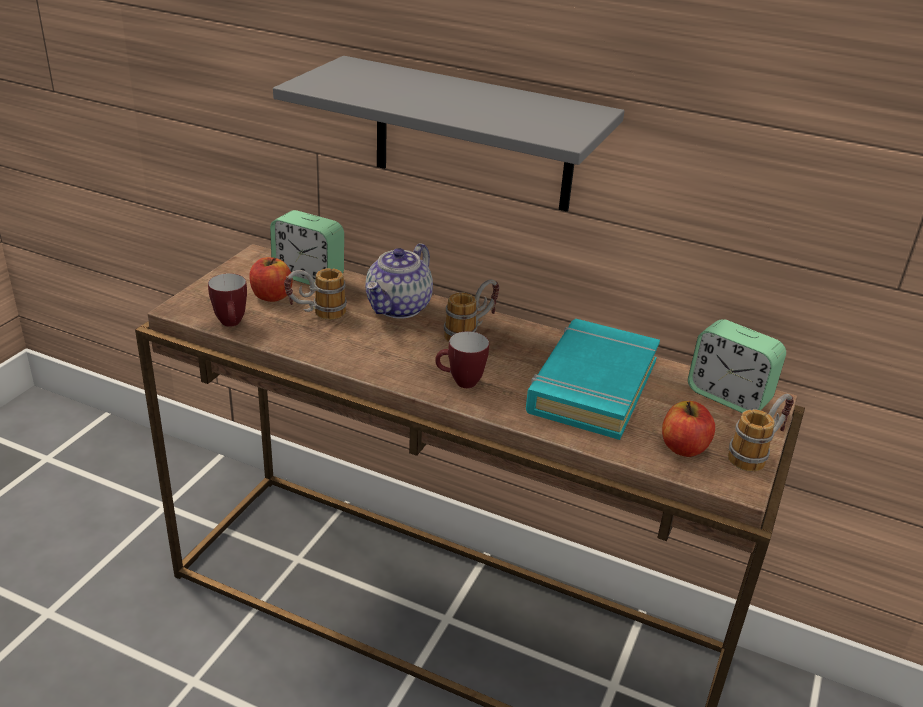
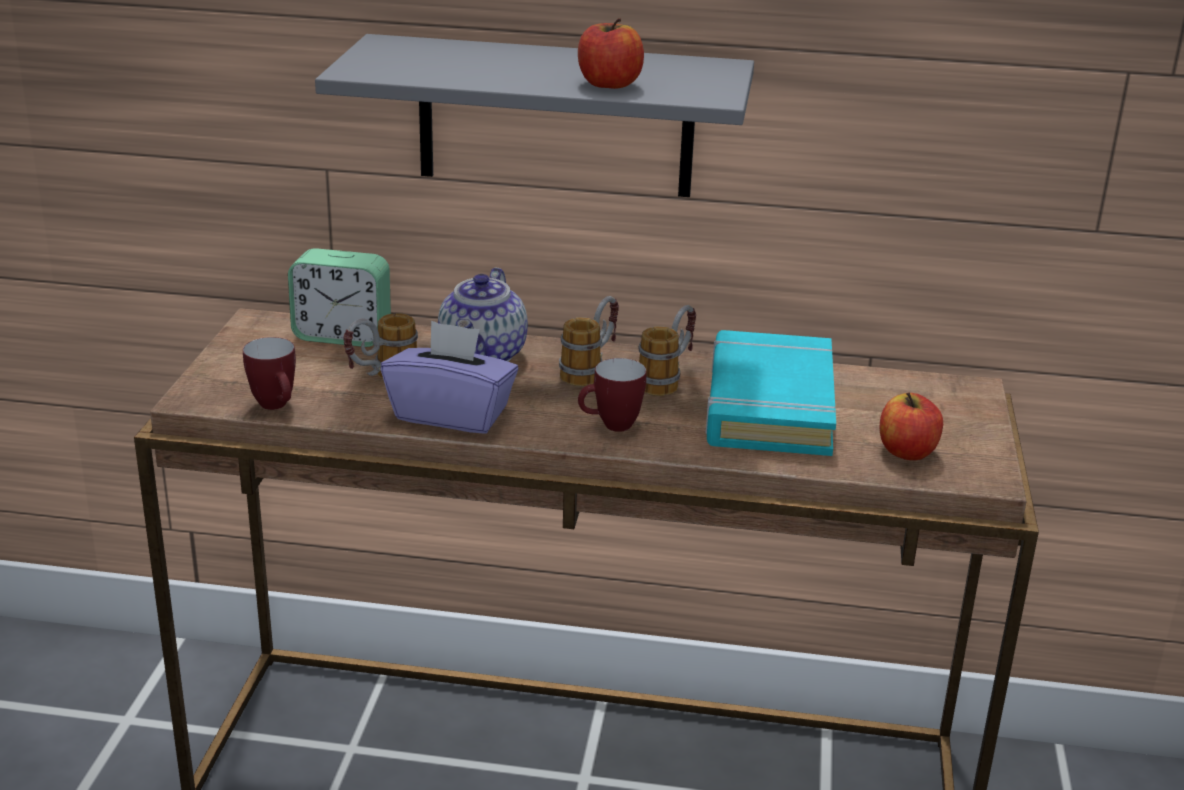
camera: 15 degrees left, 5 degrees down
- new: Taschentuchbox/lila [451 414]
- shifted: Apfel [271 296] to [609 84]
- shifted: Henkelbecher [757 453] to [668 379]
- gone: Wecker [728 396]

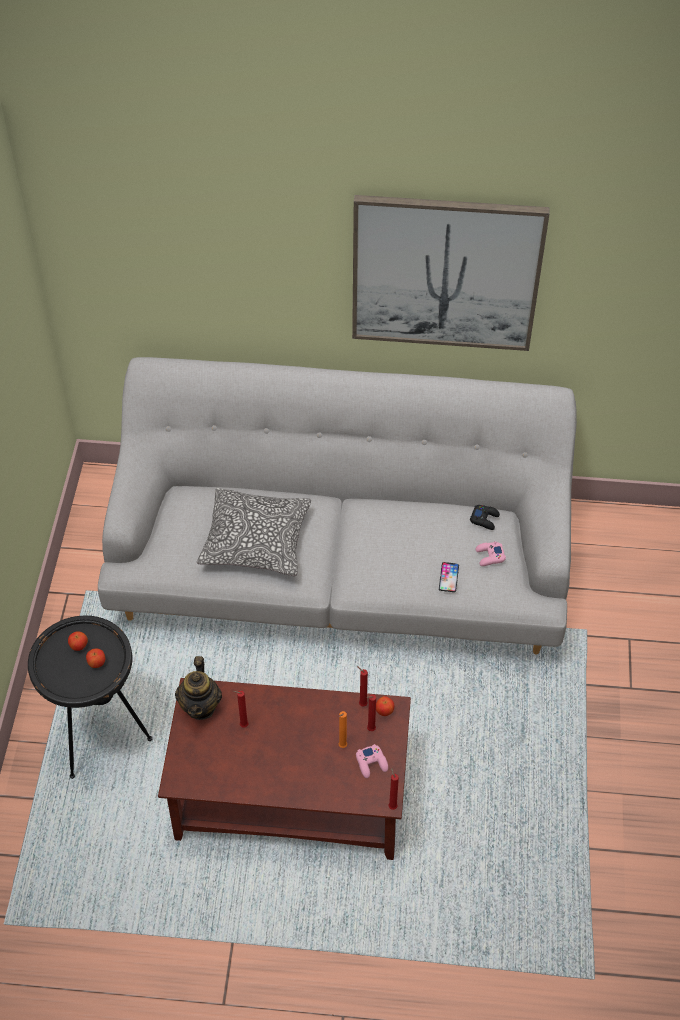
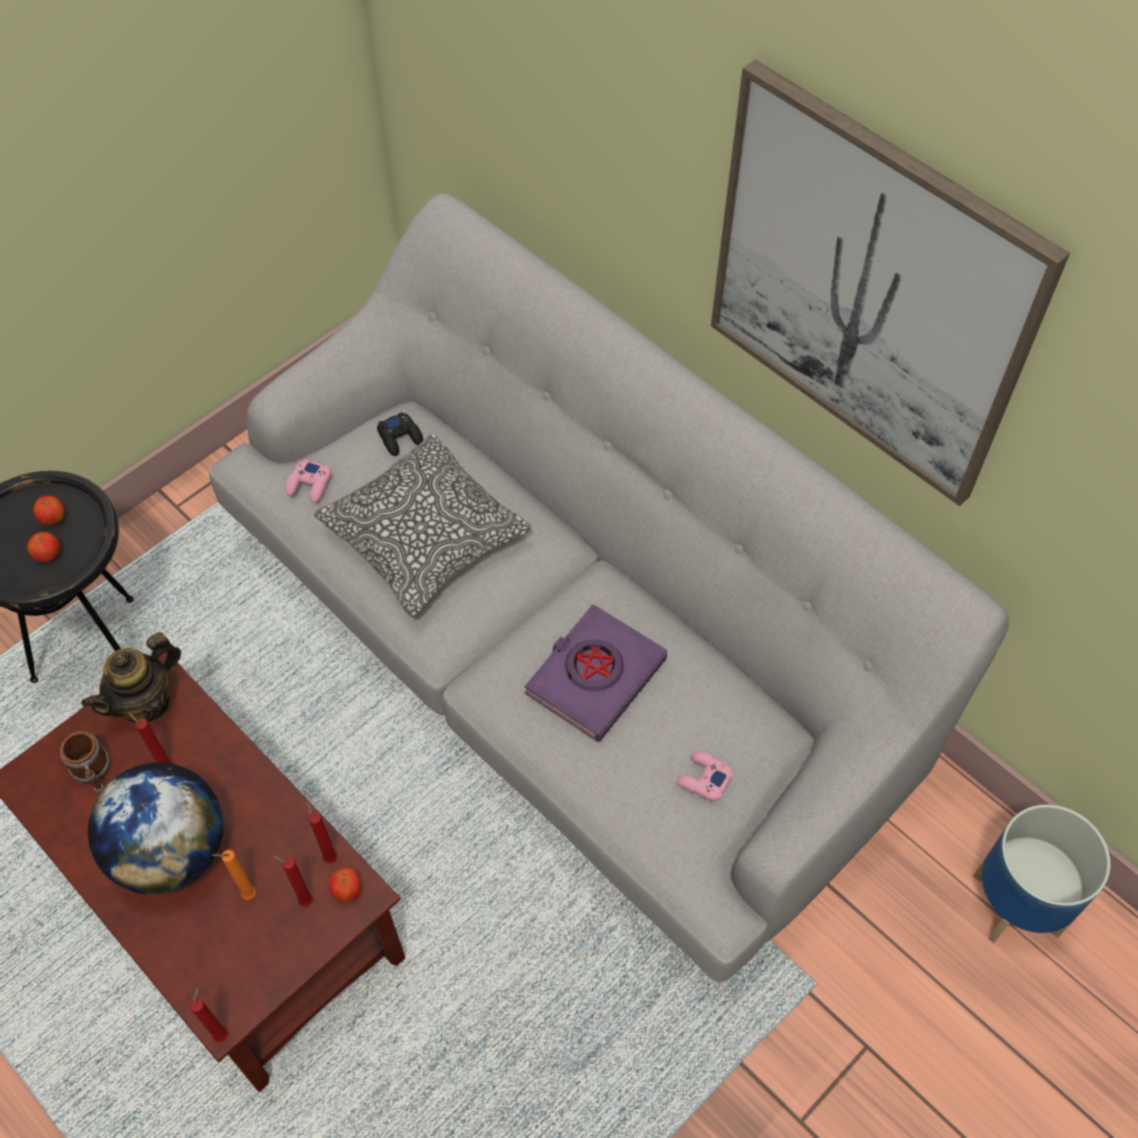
camera: 40 degrees right, 5 degrees up
- new: Henkelbecher [94 773]
- new: Globus [171 852]
- shifted: Gamepad/rosa [371 763] to [310 485]
- shifted: Gamepad/schwarz [484 519] to [400 437]
- new: Buch/lila [595 676]
- new: Pflanzkübel [1014 904]
- gone: Handy [448 577]

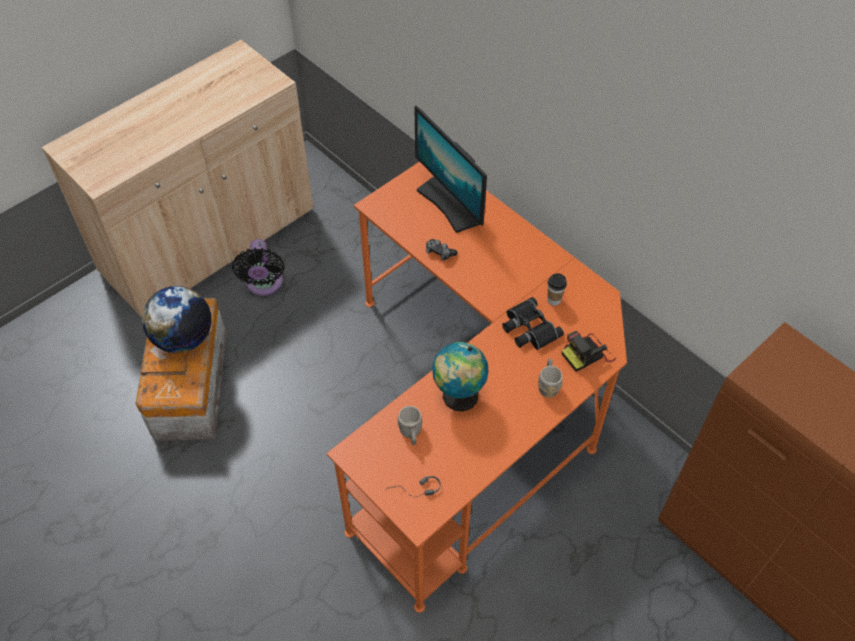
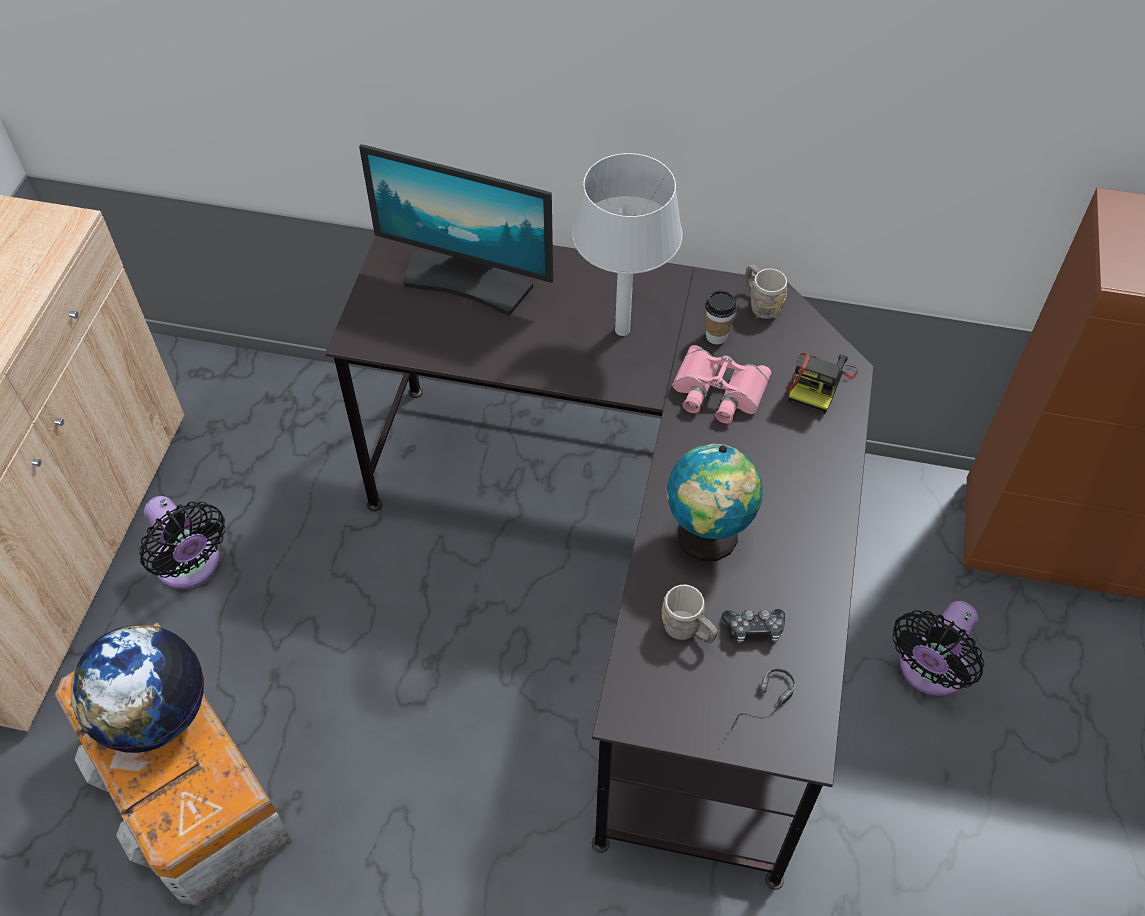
camera: 35 degrees left, 0 degrees up
- repainted: Schreibtisch/orange [473 412] to Schreibtisch/schwarz [634 570]
- new: Tischlampe/grau [623 329]
- repainted: Fernglas/schwarz [528 328] to Fernglas/rosa [717 392]
- shifted: Gamepad [439 252] to [754 629]
- shifted: Henkelbecher/grau [548 385] to [760 303]
- new: Ventilator/schwarz [929 671]

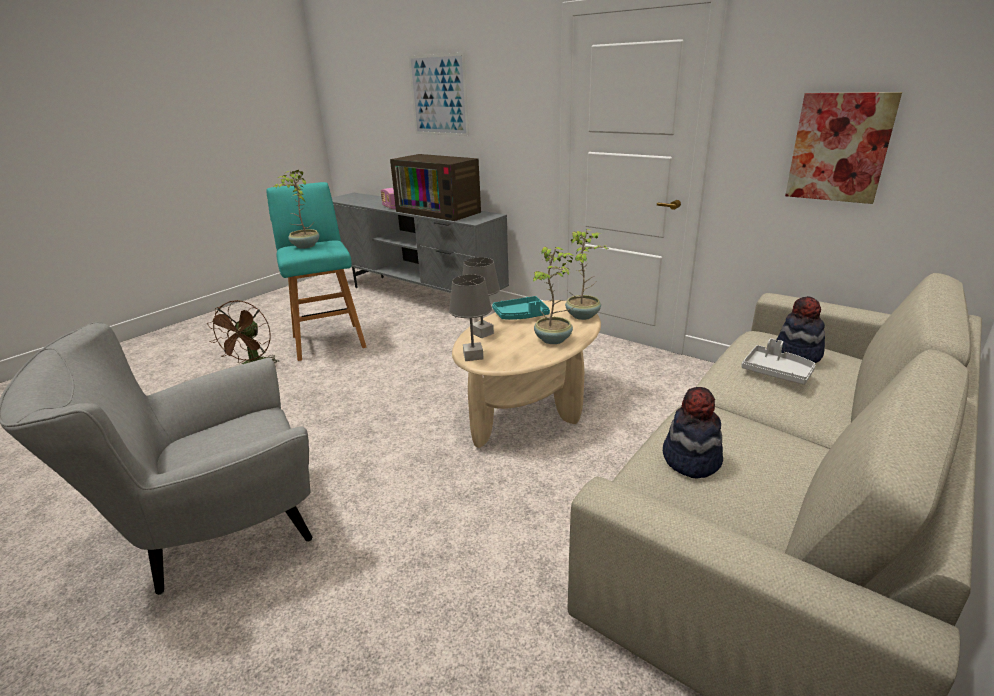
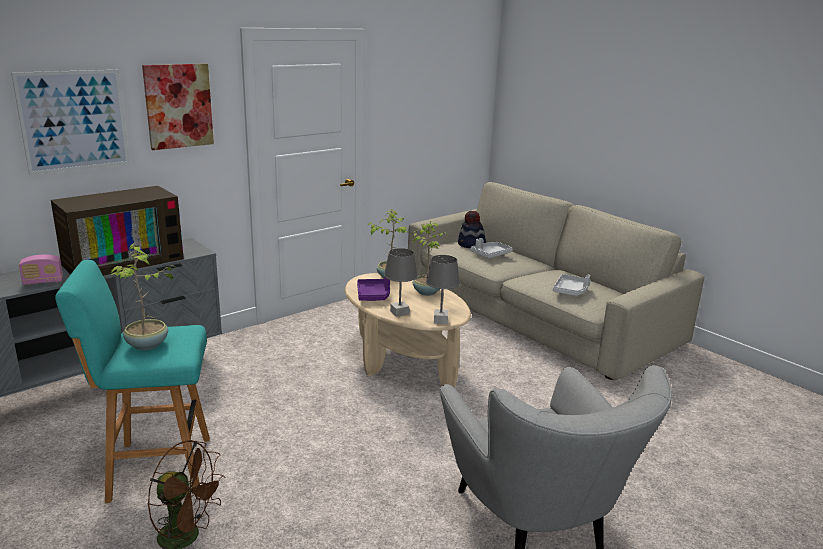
camera: 80 degrees left, 5 degrees down
- shifted: Bild [839 147] to [178 106]
- repainted: Tablett/türkis [521 315] to Tablett/lila [373 295]
- swapped: Hut [690 459] to Tablett/grau [571 291]

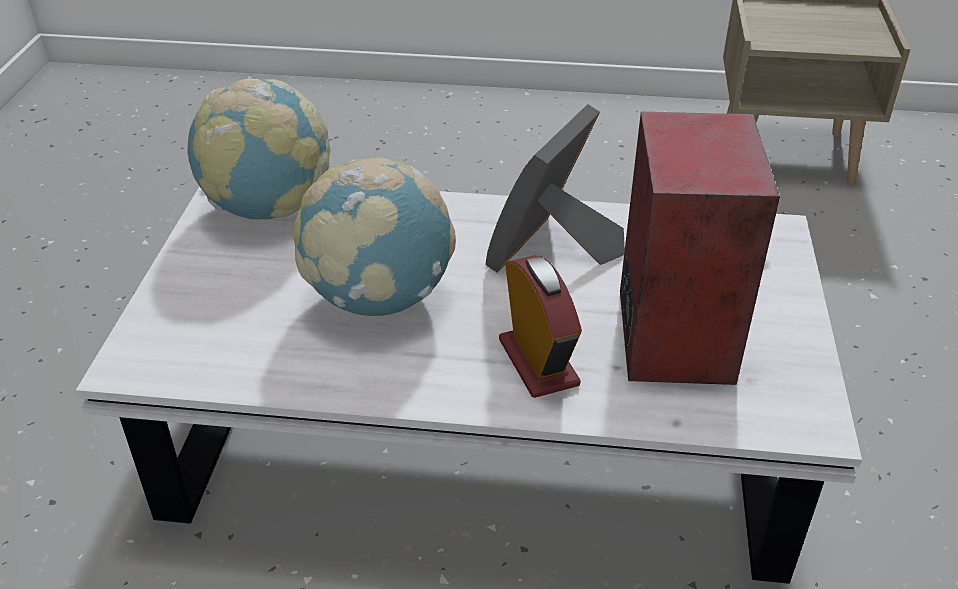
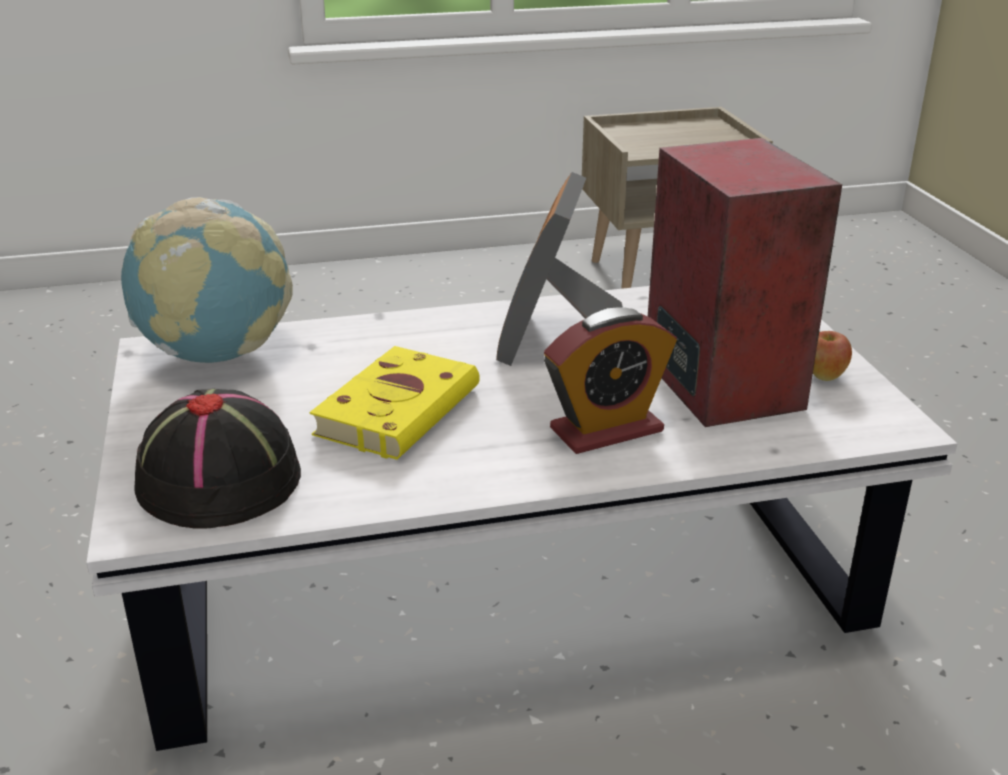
camera: 20 degrees left, 10 degrees down
- new: Hut/schwarz [220 479]
- swapped: Globus [379 298] to Buch/gelb [400 409]
- rotated: Wecker [538 362] = [606 430] 105 degrees clockwise
- new: Apfel [823 375]

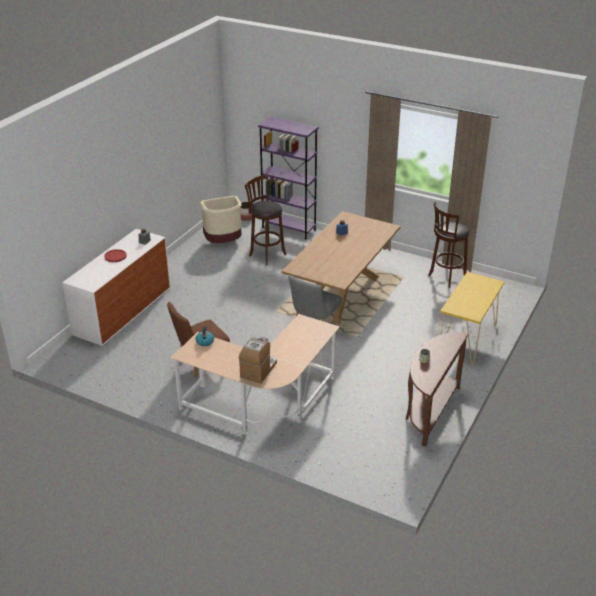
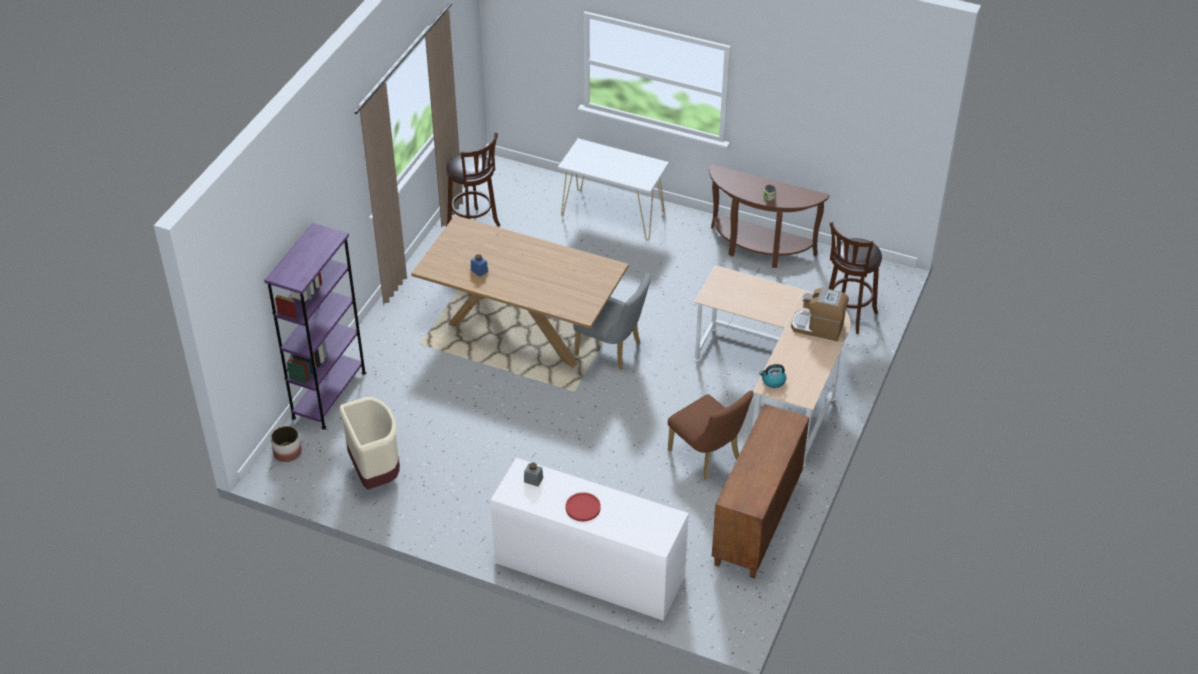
camera: 95 degrees left, 10 degrees up
- repainted: Konsolentisch/gelb [467 338] to Konsolentisch/weiß [613 215]
- new: Schrank/braun [757 523]
- shifted: Hocker/braun [266 254] to [847 316]

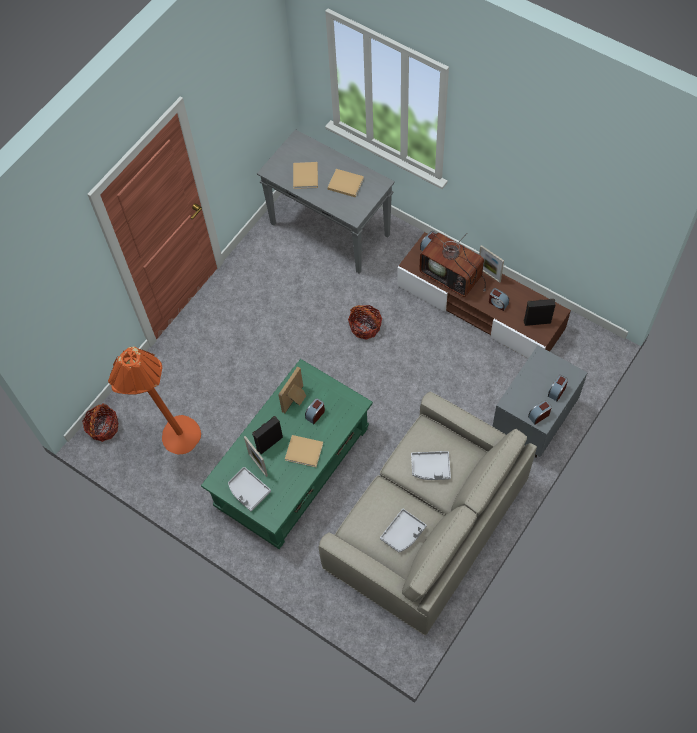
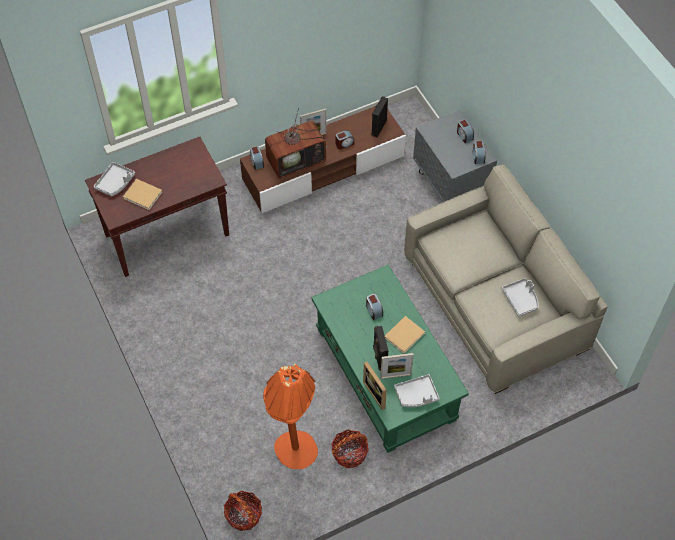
camera: 65 degrees left, 5 degrees down
- repainted: Konsolentisch/grau [331 230] to Konsolentisch/braun [168 234]
- shifted: Tablett/grau [430 468] to [115 183]
- shifted: Korb [365 327] to [349 453]
- shifted: Bilderrahmen [296 400] to [377 393]
- gone: Buch/beige [344 183]

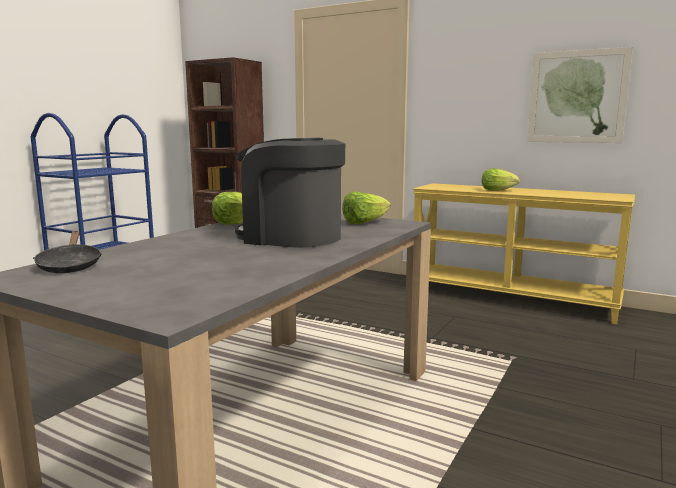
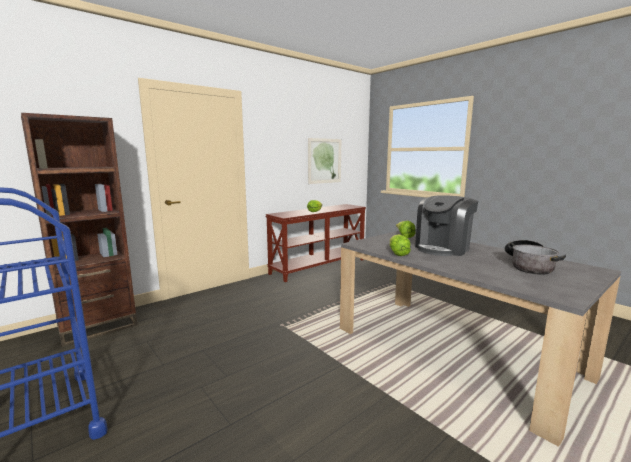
camera: 70 degrees left, 0 degrees up
- repainted: Konsolentisch/gelb [512 298] to Konsolentisch/braun [318 266]
- new: Kochtopf [529 266]
- gone: Pfanne/schwarz [70 265]

